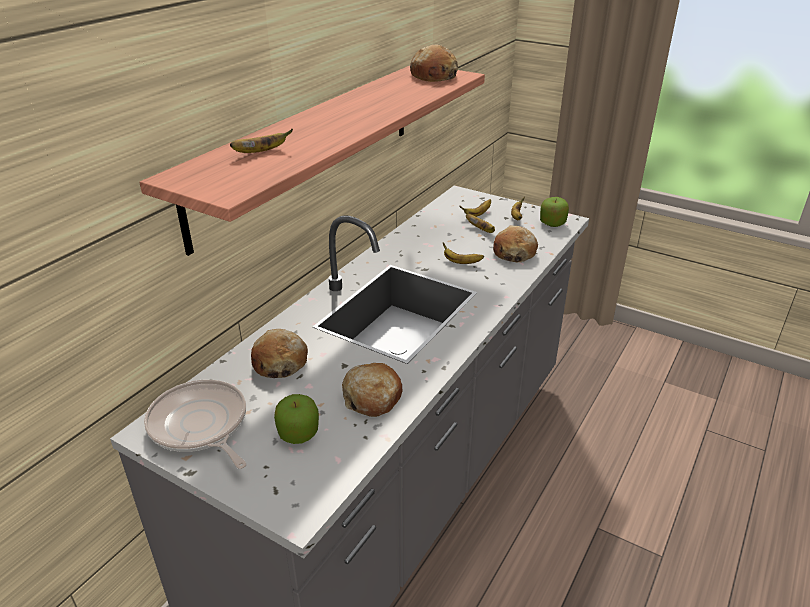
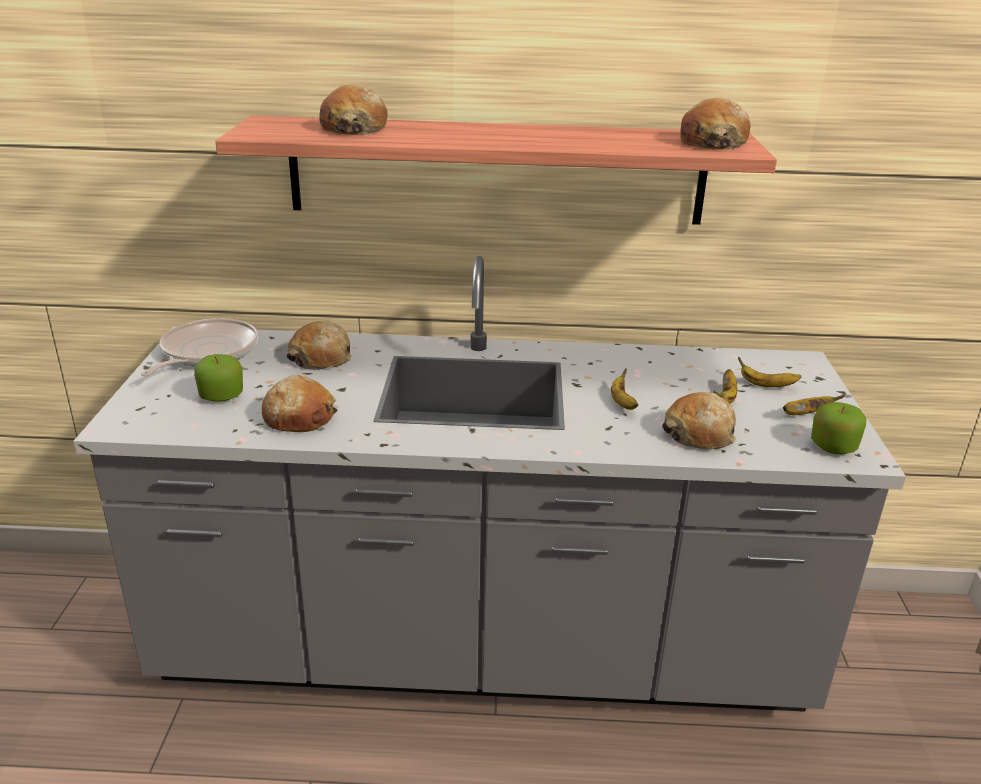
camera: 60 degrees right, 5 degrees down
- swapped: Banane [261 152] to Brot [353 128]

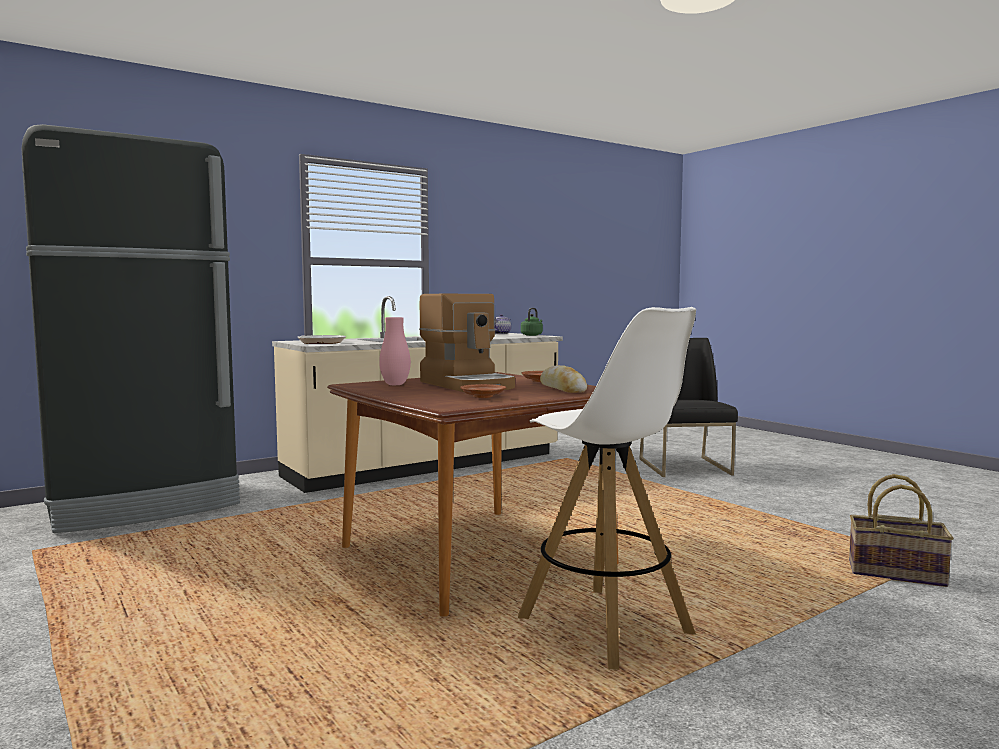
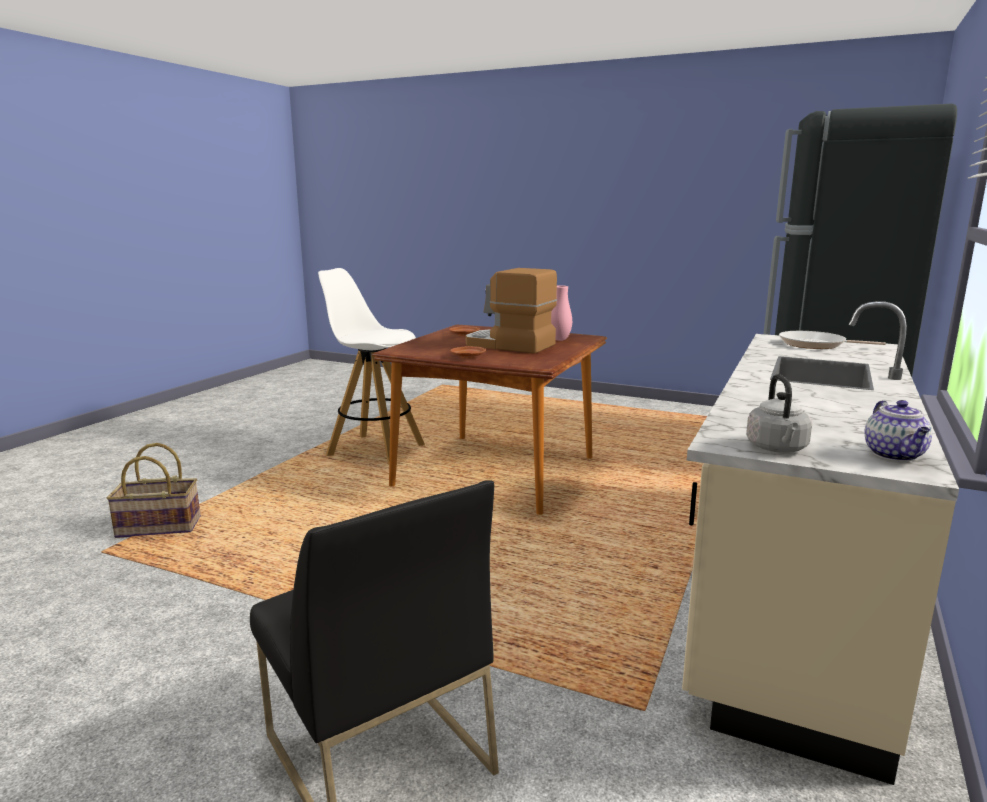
camera: 150 degrees right, 10 degrees up
- repainted: Wasserkessel/grün [532 335] to Wasserkessel/grau [777 449]
- gone: Brot [562 388]

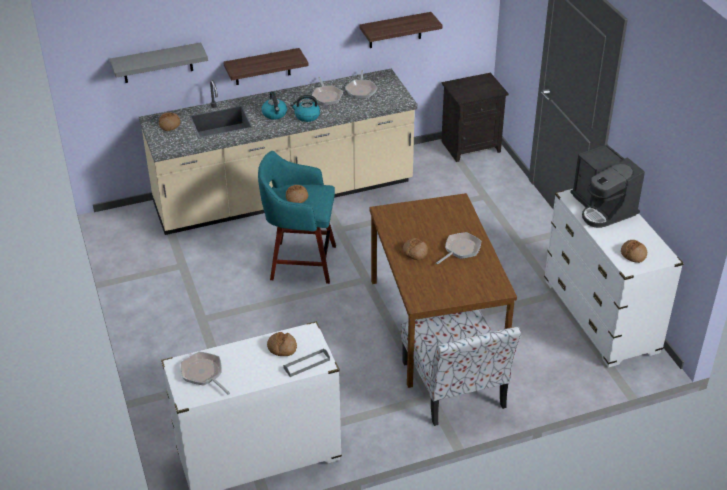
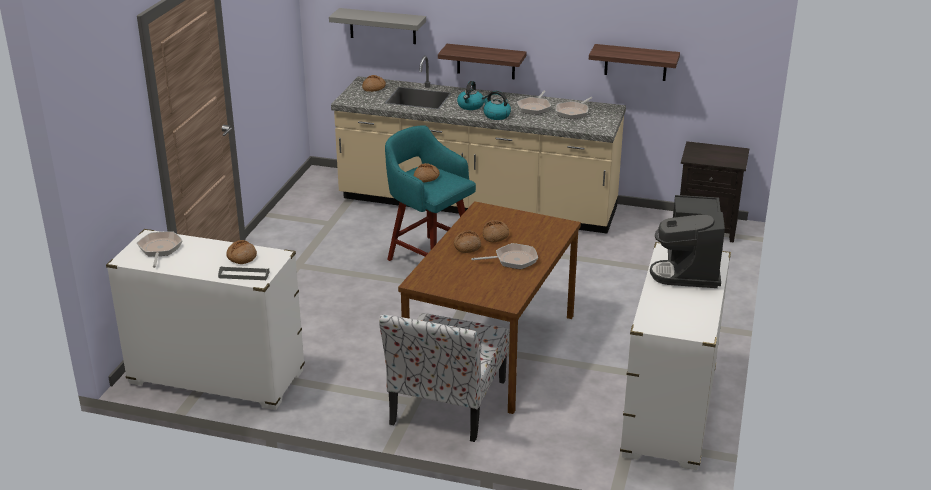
camera: 35 degrees right, 10 degrees down
- shifted: Brot [633 254] to [495 236]

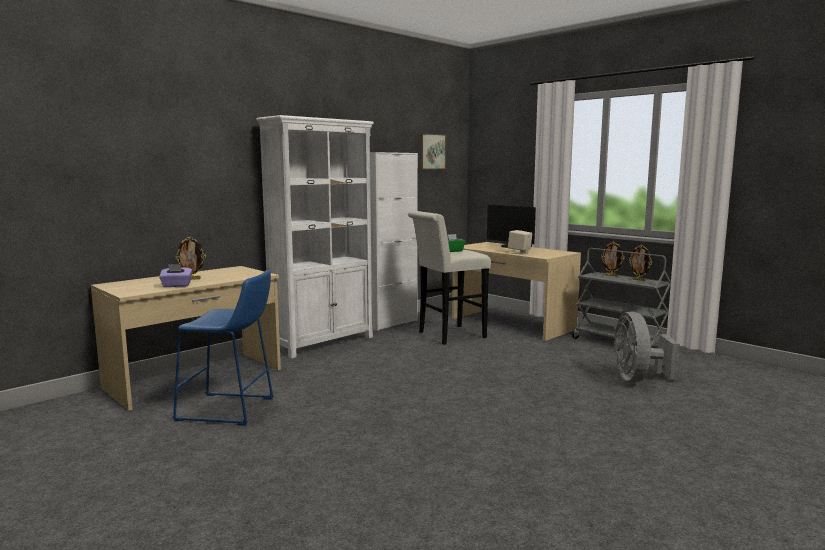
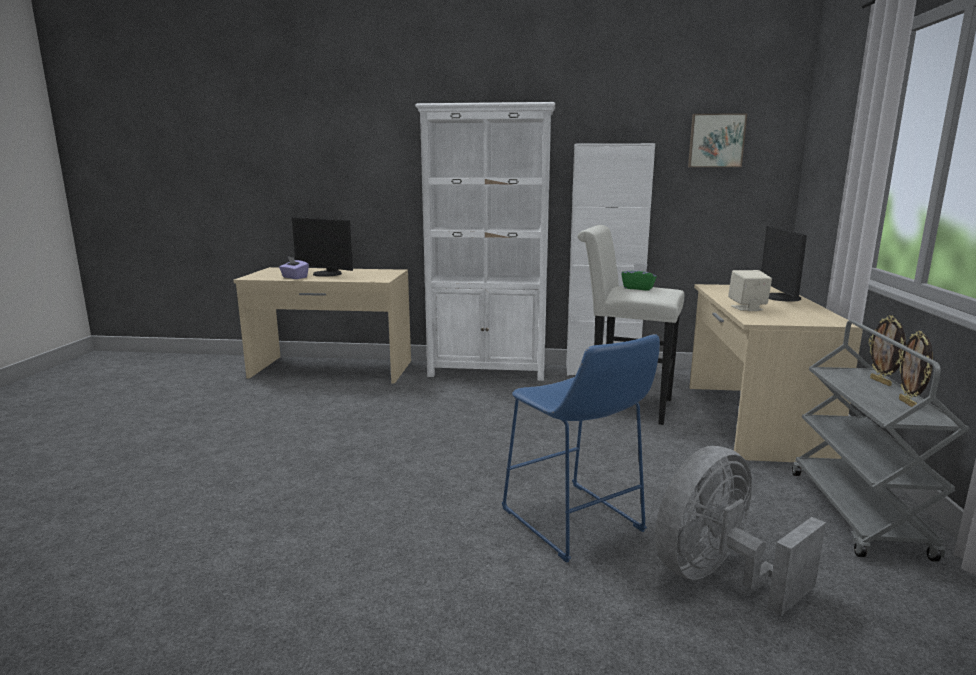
camera: 50 degrees right, 5 degrees up
- swapped: Bilderrahmen [192 279] to Monitor [326 274]
- shifted: Hocker/blau [230 410] to [575 524]

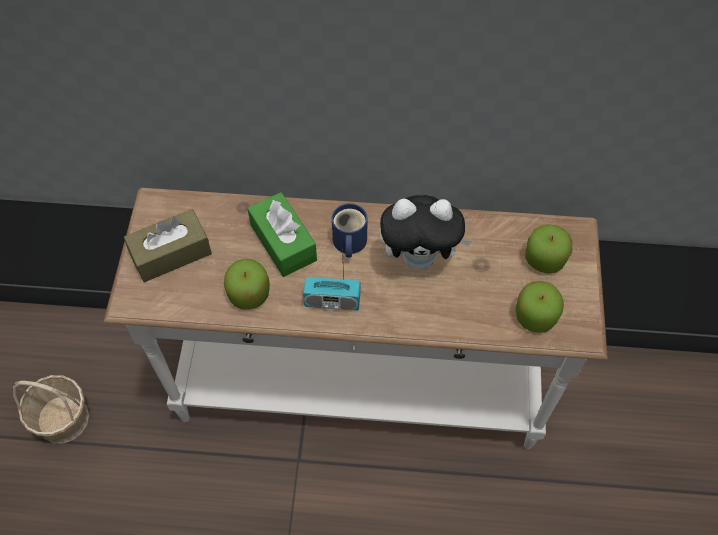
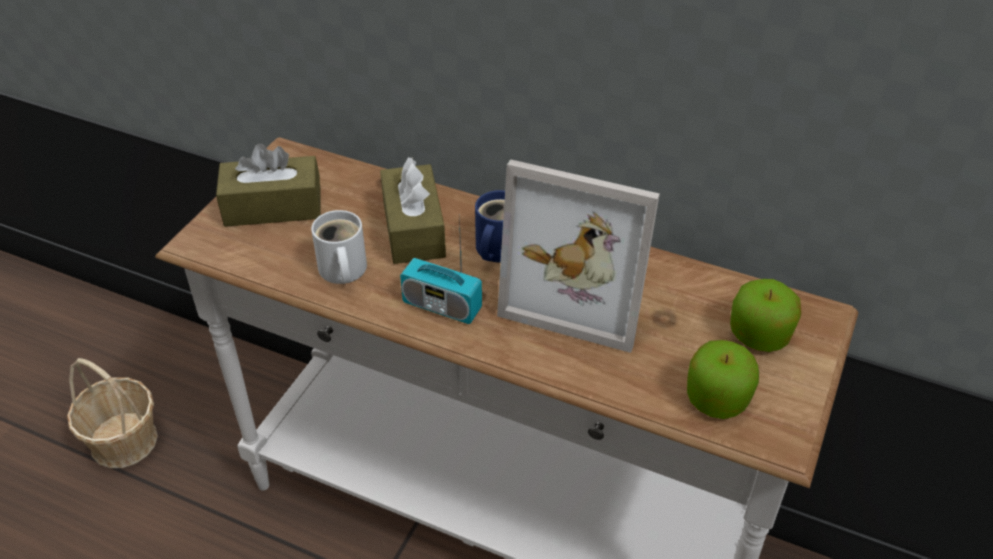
camera: 20 degrees right, 15 degrees down
- swapped: Apfel [249 294] to Henkelbecher/weiß [341 271]
- repainted: Taschentuchbox/grün [283 242] to Taschentuchbox/braun [413 229]
- swapped: Plüschtier [420 258] to Bilderrahmen [583 289]

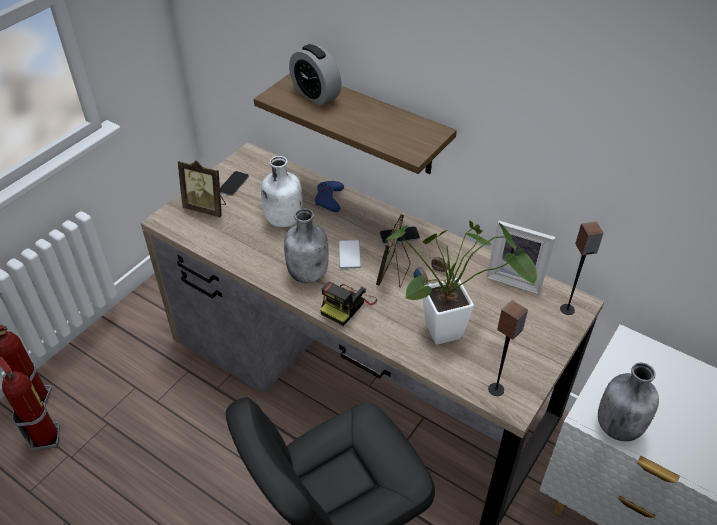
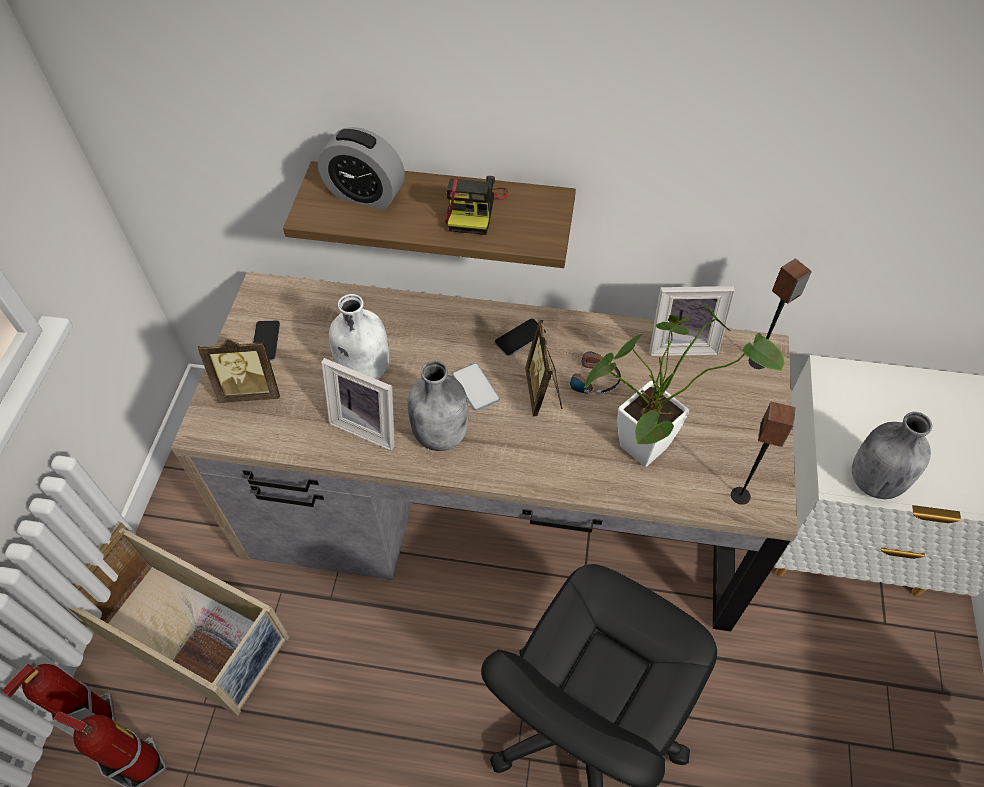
camera: 25 degrees left, 10 degrees up
- new: Aufbewahrungsbox/beige [192 634]
- new: Bilderrahmen [368 425]
- shifted: Kamera [347 305] to [474 209]
- gone: Gamepad/blau [329 199]

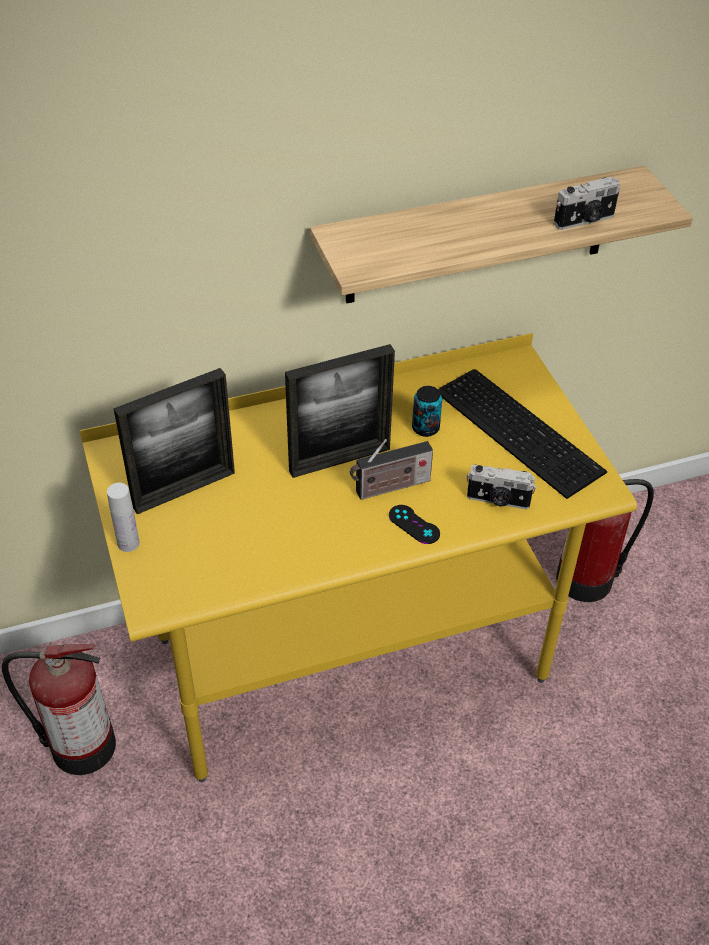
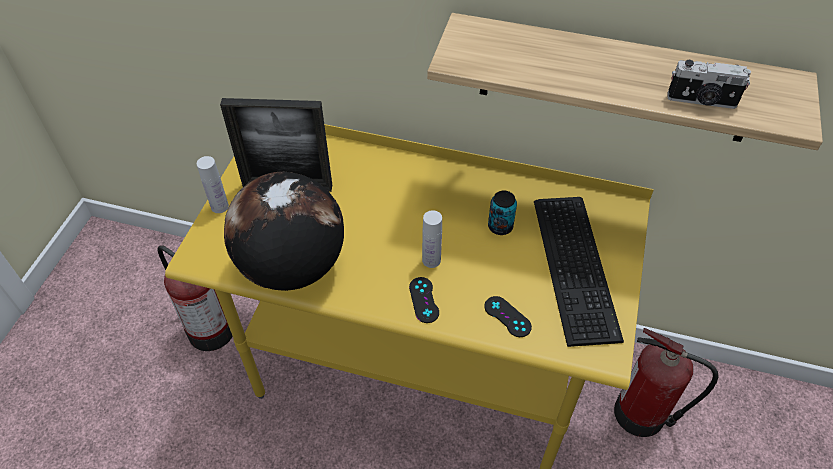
camera: 35 degrees right, 5 degrees up
- new: Globus [292 266]
- swapped: Radio [389 487] to Flasche/weiß [431 260]
- swapped: Kamera [498 501] to Gamepad/schwarz [507 316]
- gone: Bilderrahmen [339 460]

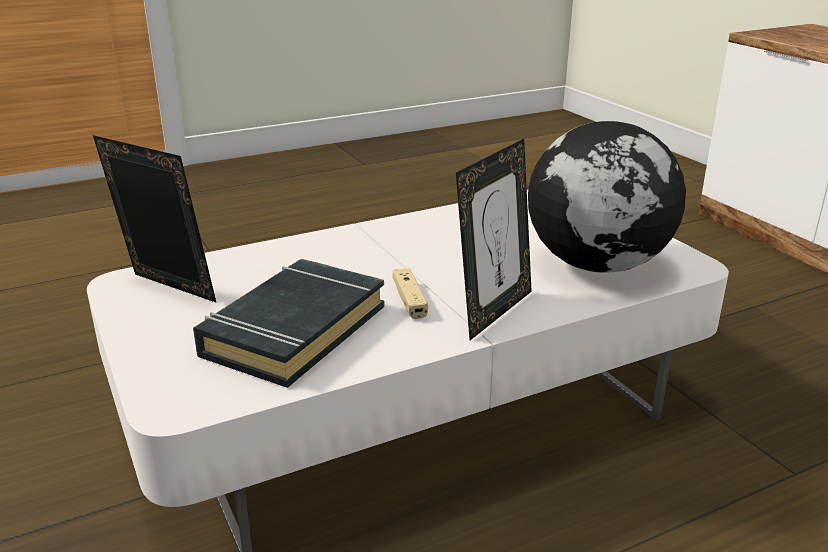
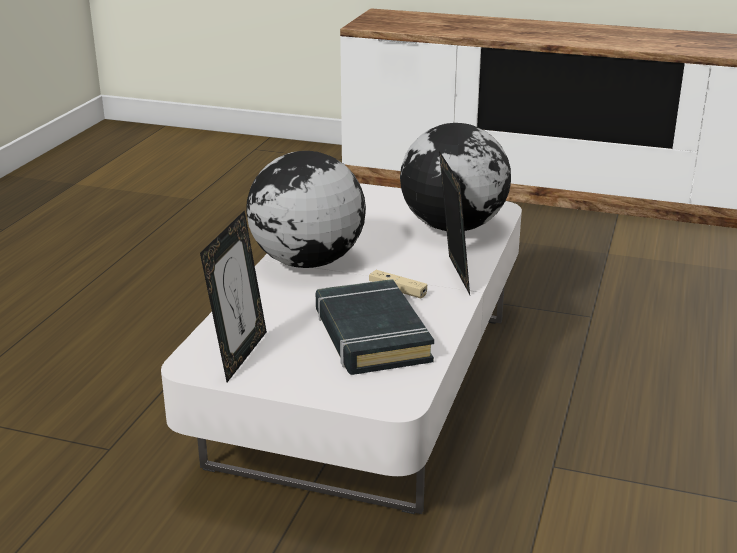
camera: 45 degrees left, 0 degrees up
- rotated: Bilderrahmen [167 291] = [239 355] 120 degrees clockwise
- new: Globus [306 262]

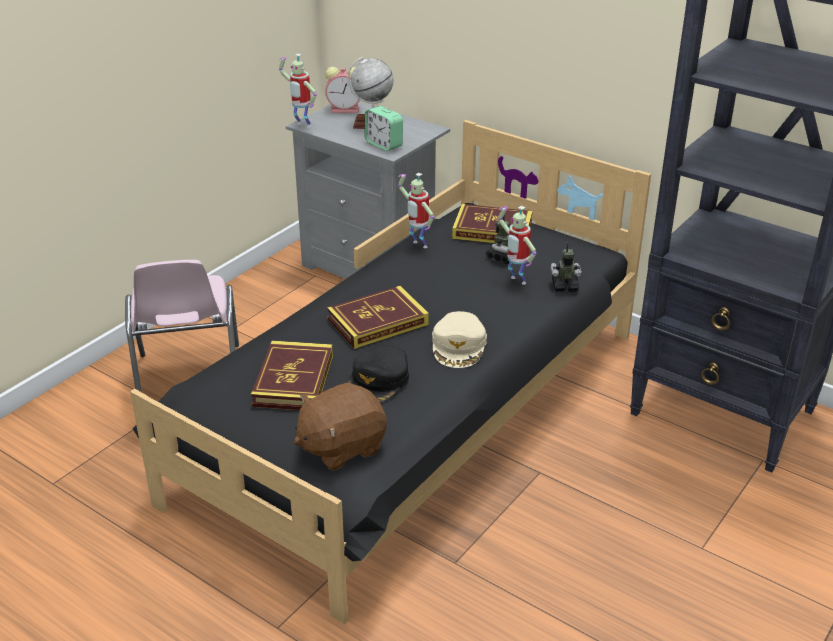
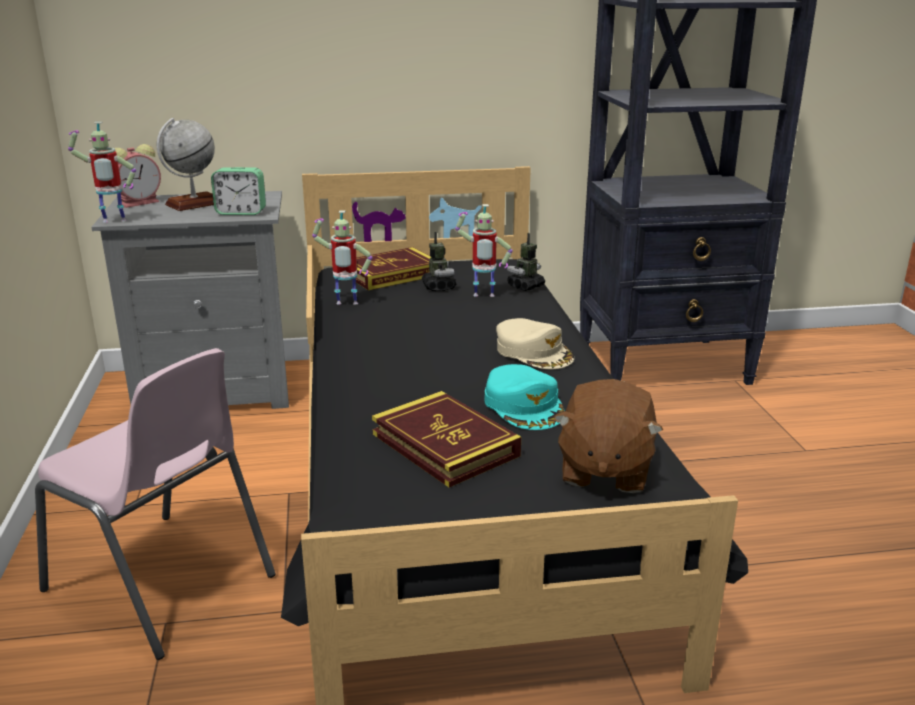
camera: 45 degrees left, 10 degrees down
- repainted: Kappe/schwarz [378 381] to Kappe/türkis [524 406]
- gone: Buch [378 322]

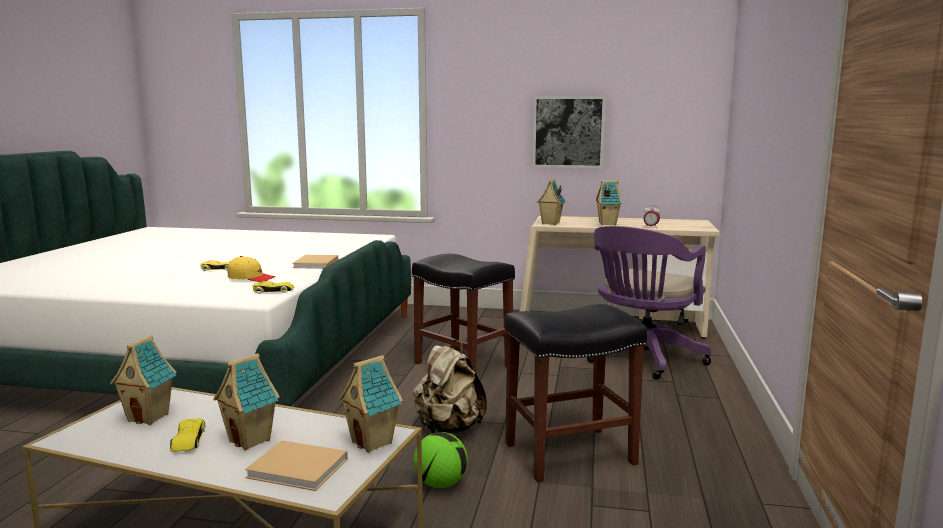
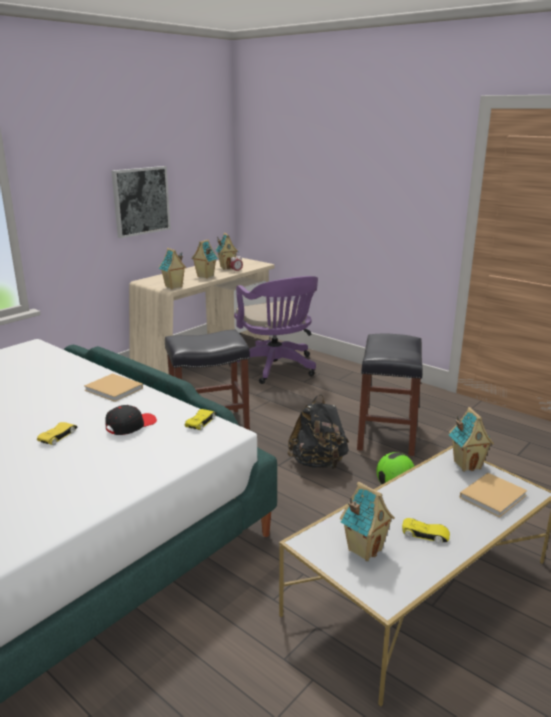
camera: 60 degrees left, 10 degrees up
- repainted: Kappe/gelb [251 278] to Kappe/schwarz [130 425]
- shifted: Spielzeughaus [251 440] to [227 267]
- repainted: Rucksack/beige [448 429] to Rucksack/schwarz [318 463]

